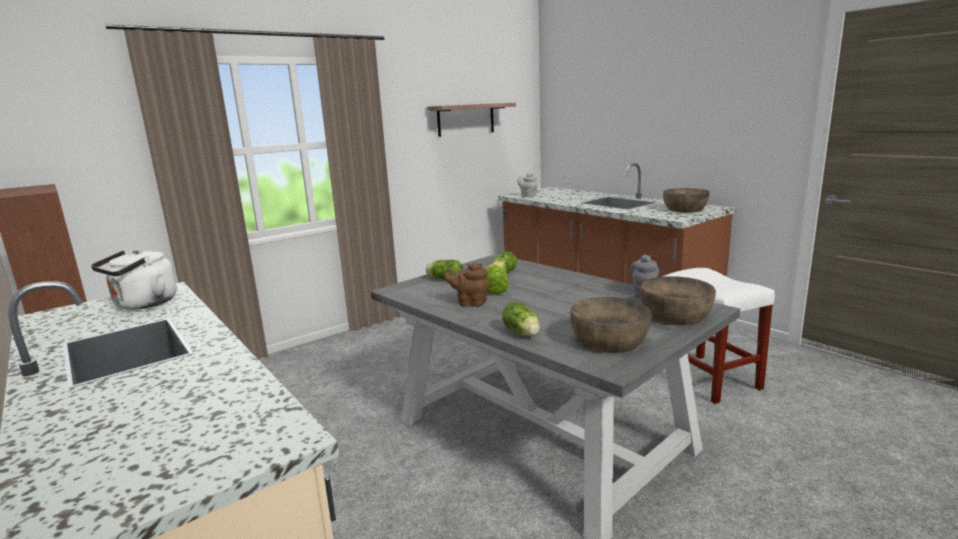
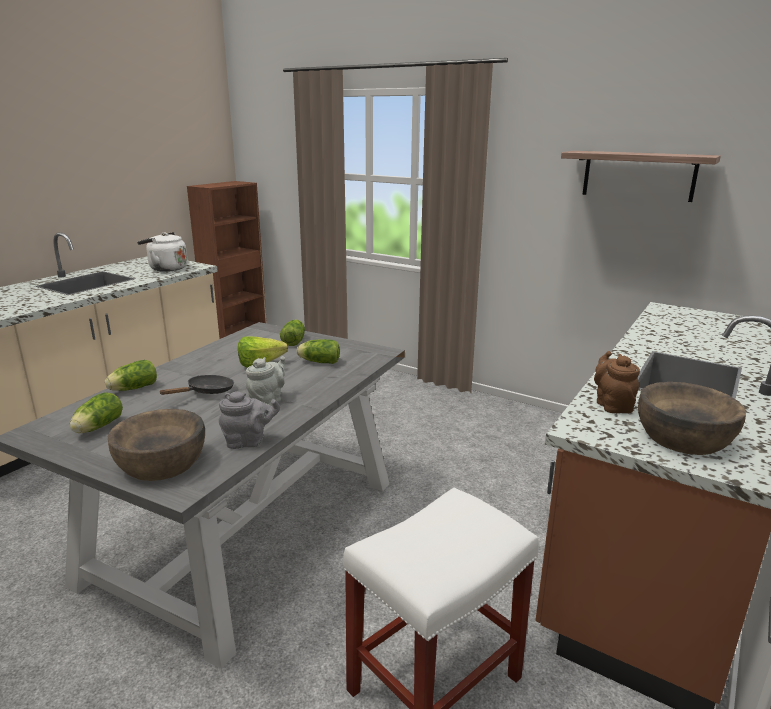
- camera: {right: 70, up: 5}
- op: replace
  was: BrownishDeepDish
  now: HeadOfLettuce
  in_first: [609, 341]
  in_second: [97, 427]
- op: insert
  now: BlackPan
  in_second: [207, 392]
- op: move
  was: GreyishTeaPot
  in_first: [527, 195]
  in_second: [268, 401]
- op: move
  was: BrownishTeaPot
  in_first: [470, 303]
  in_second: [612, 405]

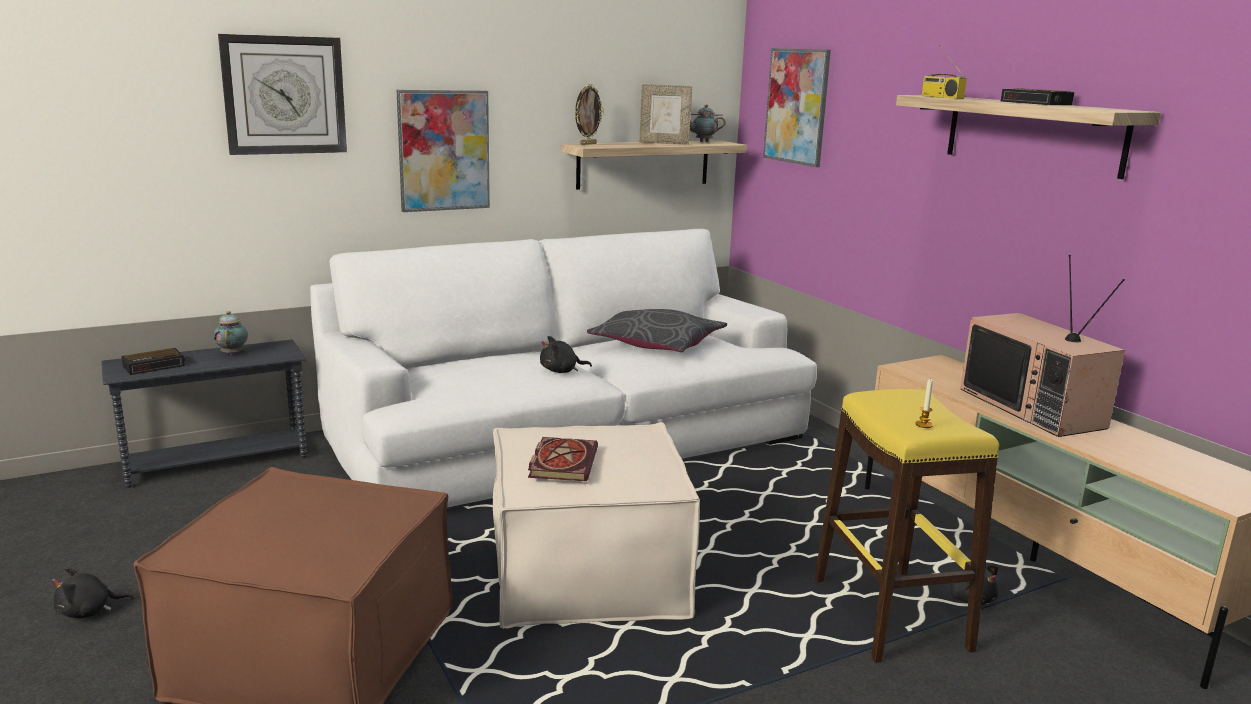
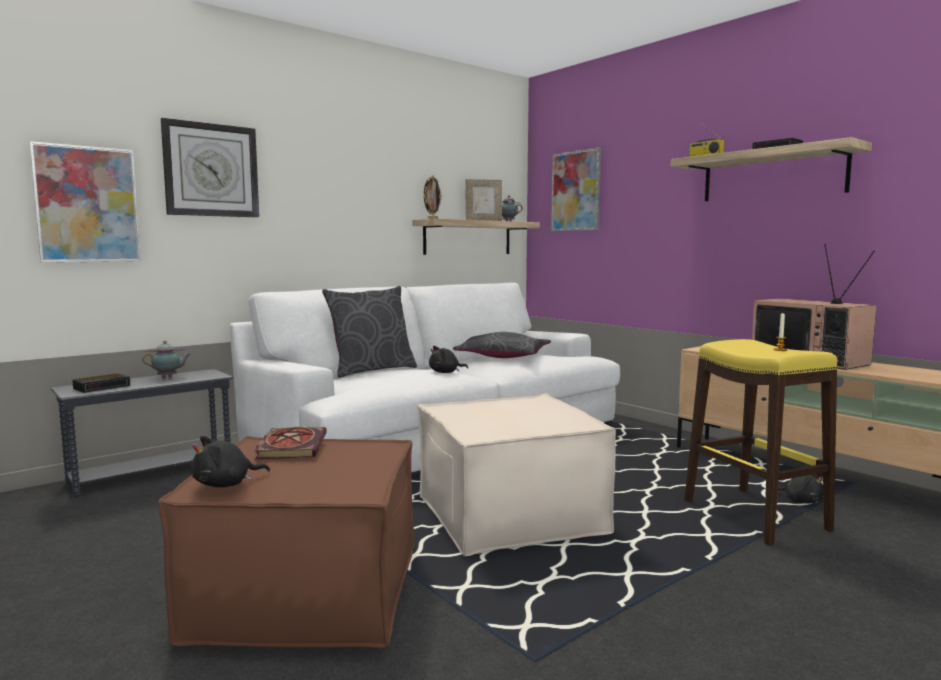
- camera: {right: -10, up: -10}
- op: move
  was: Picture
  in_first: [444, 150]
  in_second: [87, 204]
- op: rotate
  was: TeaPot
  in_first: [233, 353]
  in_second: [168, 377]
  clockwise: 90
- op: move
  was: BlackSoftToy
  in_first: [88, 611]
  in_second: [226, 484]
- op: move
  was: Volume
  in_first: [562, 462]
  in_second: [291, 446]
- op: insert
  now: GreyishCushion
  in_second: [371, 370]

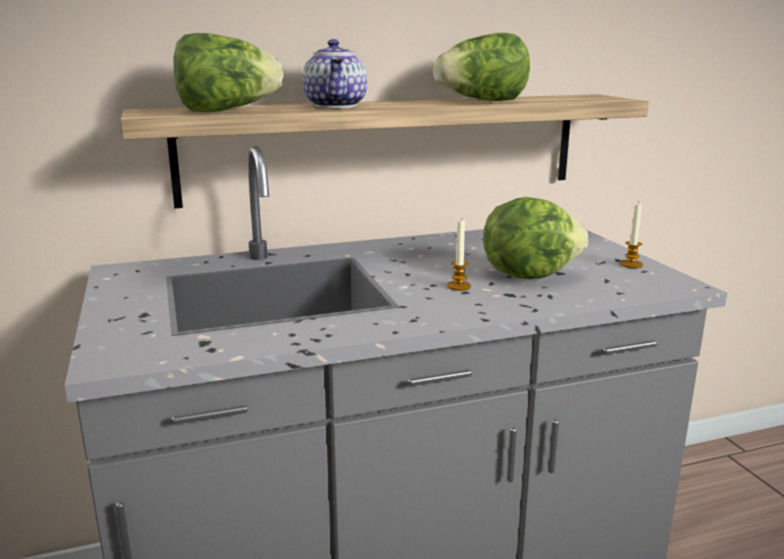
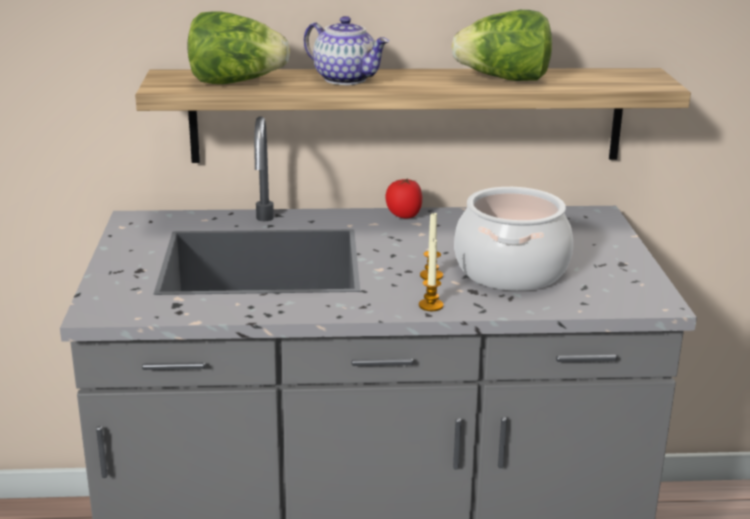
- camera: {right: 15, up: 5}
- op: rotate
  was: TeaPot
  in_first: [337, 106]
  in_second: [347, 79]
  clockwise: -60
- op: insert
  now: Tomato
  in_second: [403, 216]
- op: move
  was: Candle
  in_first: [631, 264]
  in_second: [431, 305]
- op: replace
  was: HeadOfLettuce
  now: CookingPot
  in_first: [528, 274]
  in_second: [510, 270]

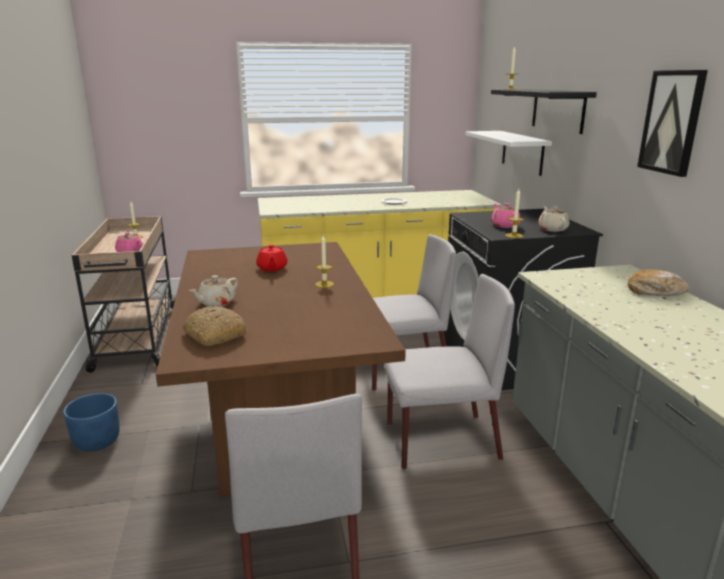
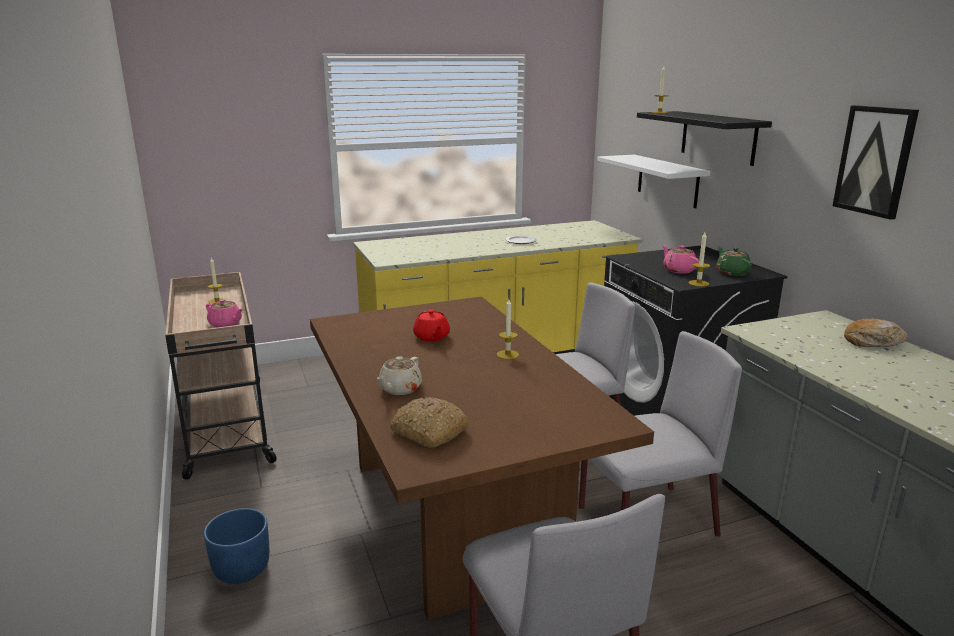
- camera: {right: -10, up: 0}
- op: recolor
  was: BeigeColouredTeaPot
  now: GreenishTeaPot
  in_first: [552, 229]
  in_second: [732, 272]

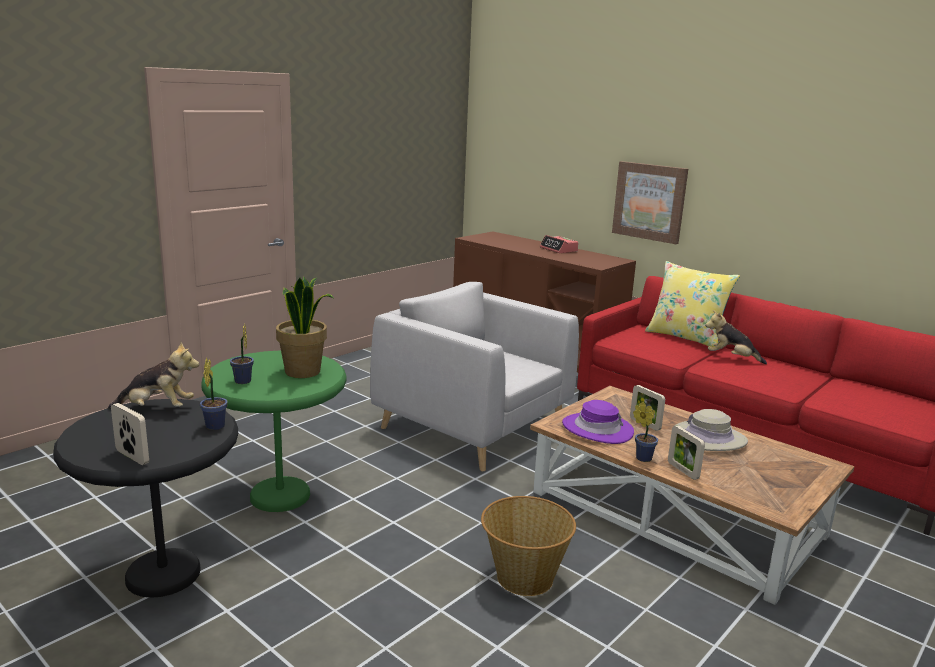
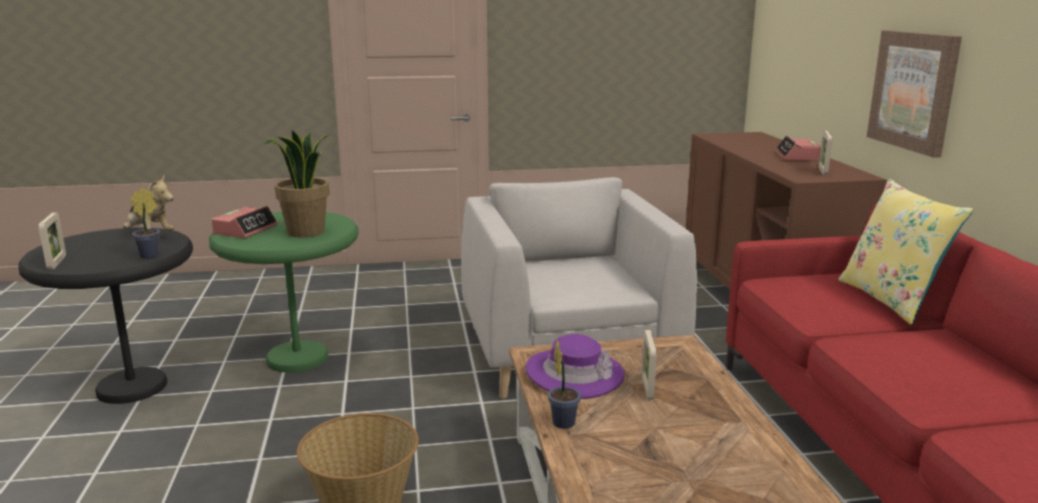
- camera: {right: 40, up: 0}
- op: replace
  was: Houseplant
  now: AlarmClock
  in_first: [243, 382]
  in_second: [246, 230]
- op: move
  was: PhotoFrame
  in_first: [683, 470]
  in_second: [823, 171]
- op: delete
  was: BeigeColouredWearableHat
  in_first: [709, 438]
- op: delete
  was: SoftToy
  in_first: [731, 358]

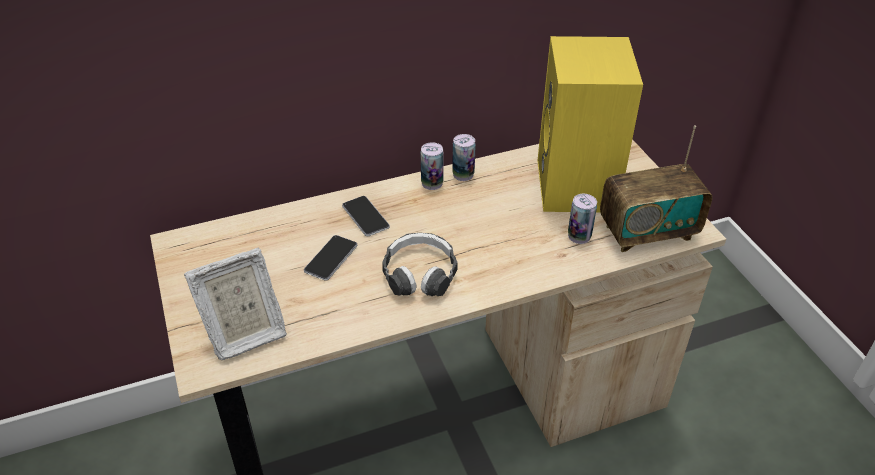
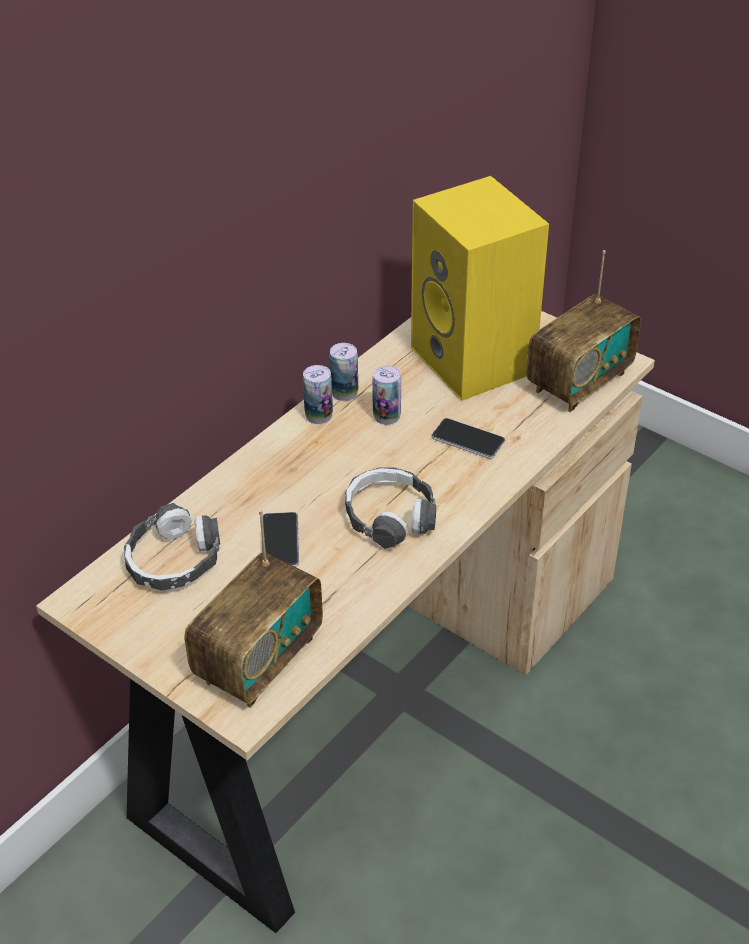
- camera: {right: -30, up: 0}
- op: insert
  now: PairOfHeadphones
  in_second: [173, 560]
- op: replace
  was: PhotoFrame
  now: Radio
  in_first: [244, 334]
  in_second: [258, 659]
- op: move
  was: MetalCan
  in_first: [579, 236]
  in_second: [386, 416]
- op: move
  was: Phone
  in_first: [365, 217]
  in_second: [468, 439]

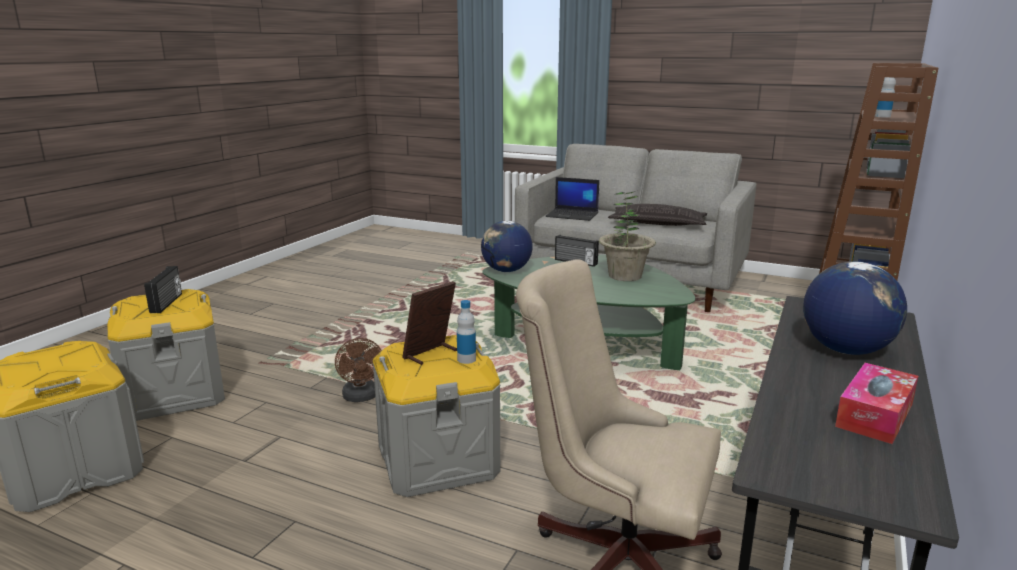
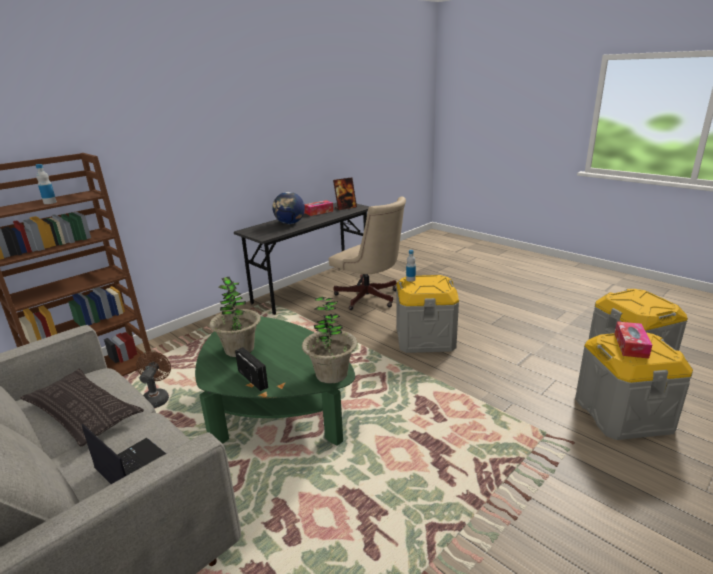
- camera: {right: -160, up: 5}
- op: move
  was: BrownishElectricFan
  in_first: [361, 397]
  in_second: [157, 398]
- op: replace
  was: Globe
  now: Houseplant
  in_first: [506, 271]
  in_second: [331, 374]
- op: move
  was: PhotoFrame
  in_first: [430, 354]
  in_second: [345, 208]
- op: replace
  was: Radio
  now: TissueBox
  in_first: [167, 303]
  in_second: [631, 345]

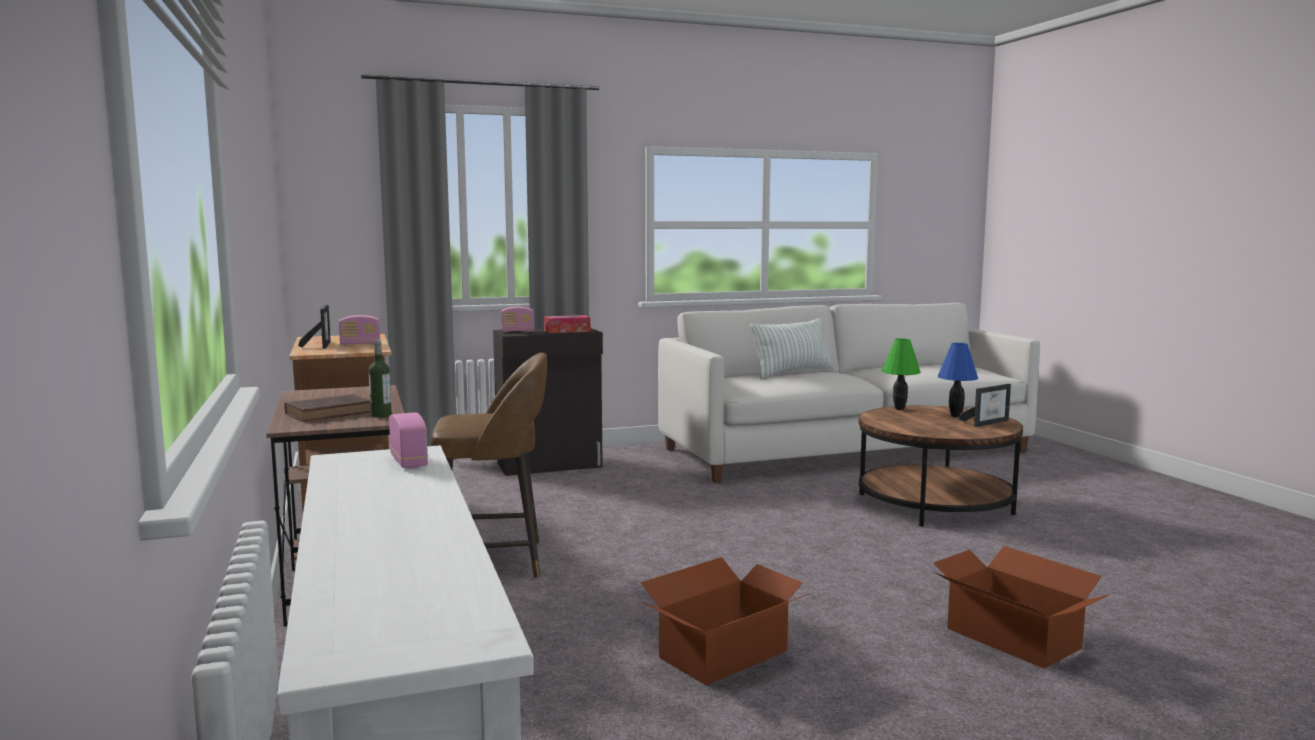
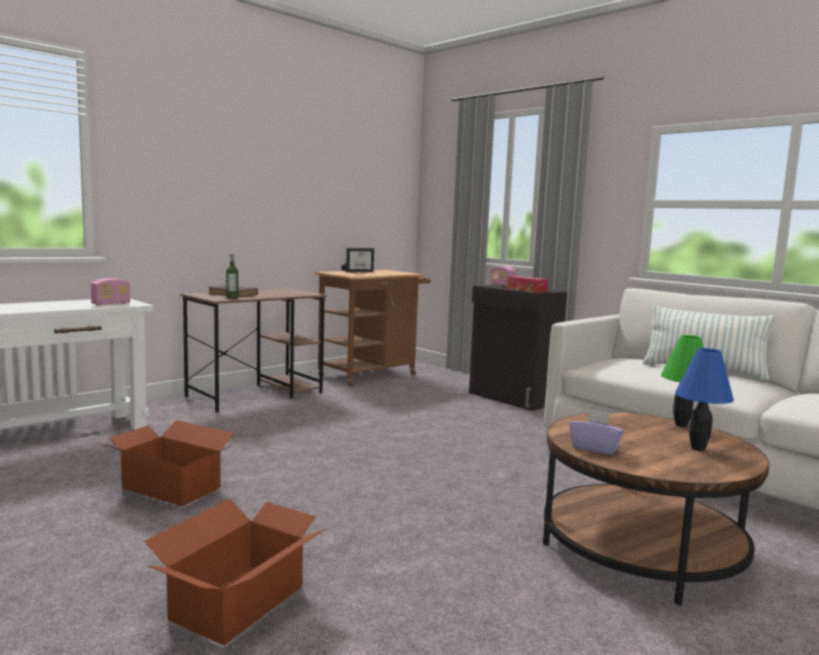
- camera: {right: 65, up: 0}
- op: insert
  now: PurpleColouredTissueBox
  in_second: [595, 448]
- op: delete
  was: Radio
  in_first: [360, 344]
- op: delete
  was: BrownishStool
  in_first: [493, 561]
- op: delete
  was: PhotoFrame
  in_first: [987, 422]

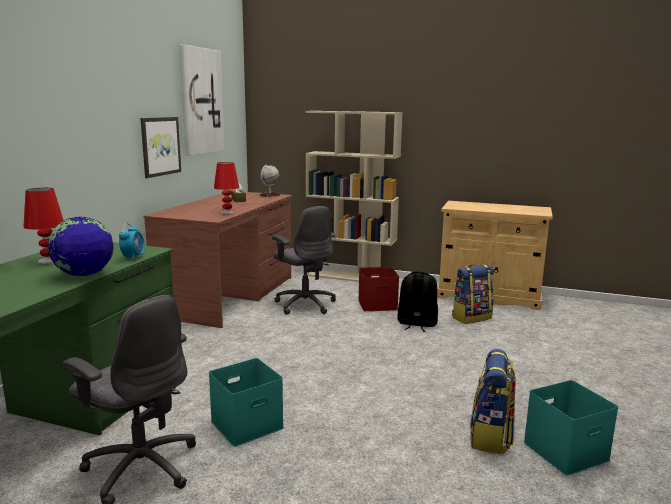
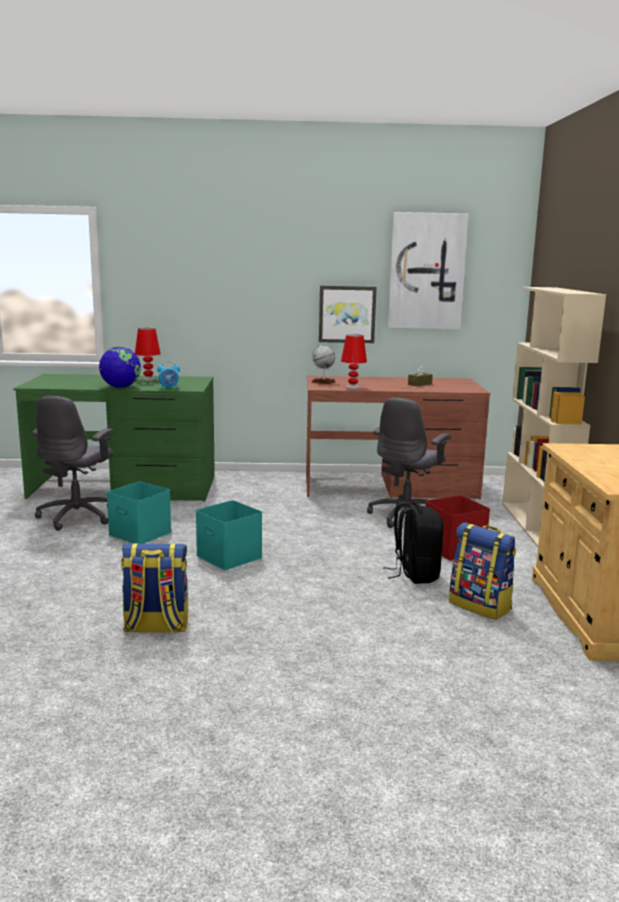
- camera: {right: 70, up: 0}
- op: move
  was: TurquoiseStorageBin
  in_first: [565, 450]
  in_second: [230, 556]
- op: move
  was: Globe
  in_first: [270, 195]
  in_second: [323, 382]

